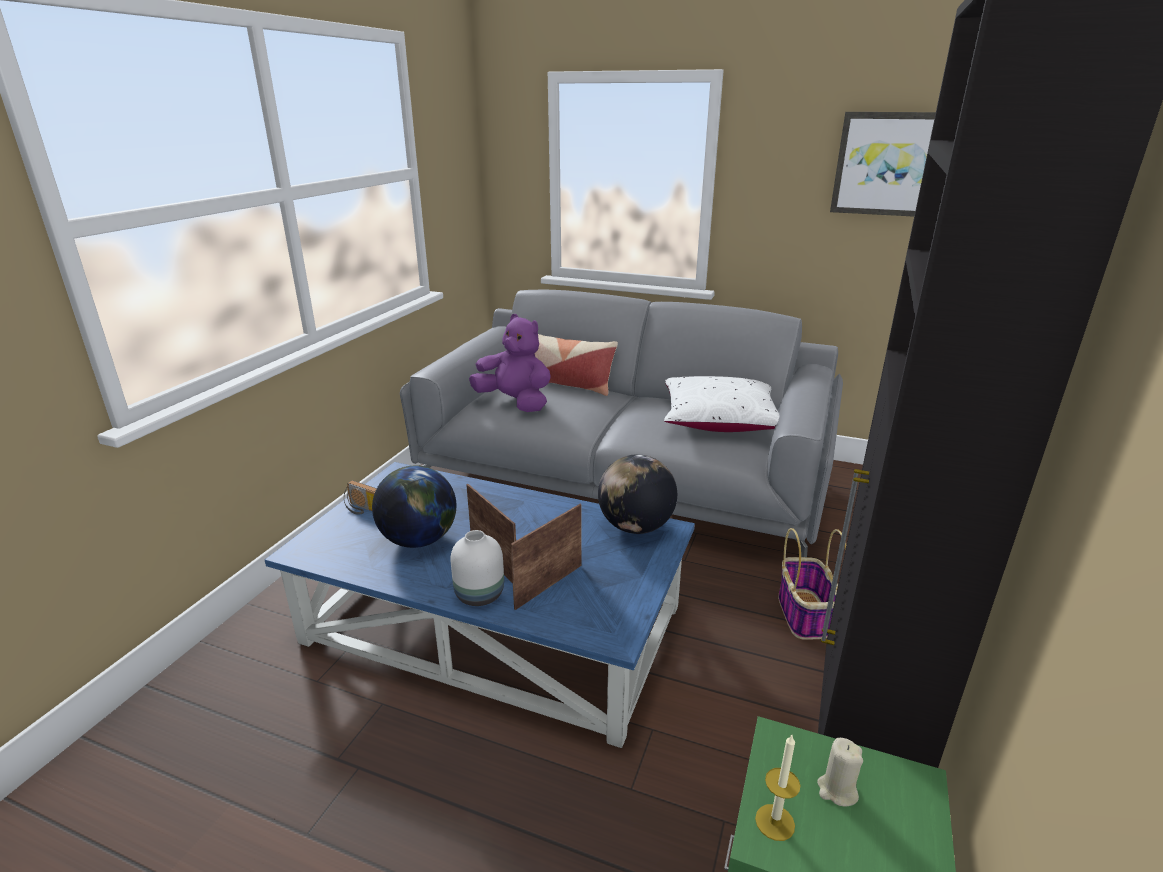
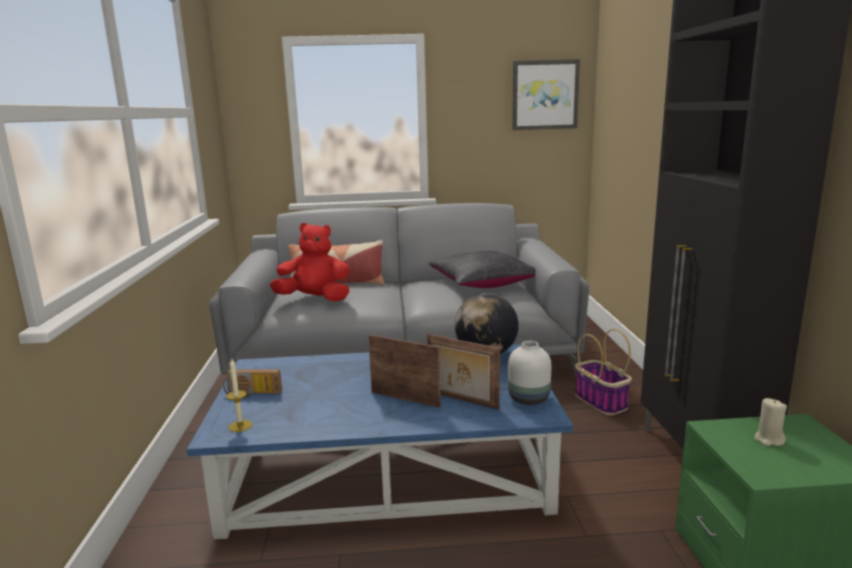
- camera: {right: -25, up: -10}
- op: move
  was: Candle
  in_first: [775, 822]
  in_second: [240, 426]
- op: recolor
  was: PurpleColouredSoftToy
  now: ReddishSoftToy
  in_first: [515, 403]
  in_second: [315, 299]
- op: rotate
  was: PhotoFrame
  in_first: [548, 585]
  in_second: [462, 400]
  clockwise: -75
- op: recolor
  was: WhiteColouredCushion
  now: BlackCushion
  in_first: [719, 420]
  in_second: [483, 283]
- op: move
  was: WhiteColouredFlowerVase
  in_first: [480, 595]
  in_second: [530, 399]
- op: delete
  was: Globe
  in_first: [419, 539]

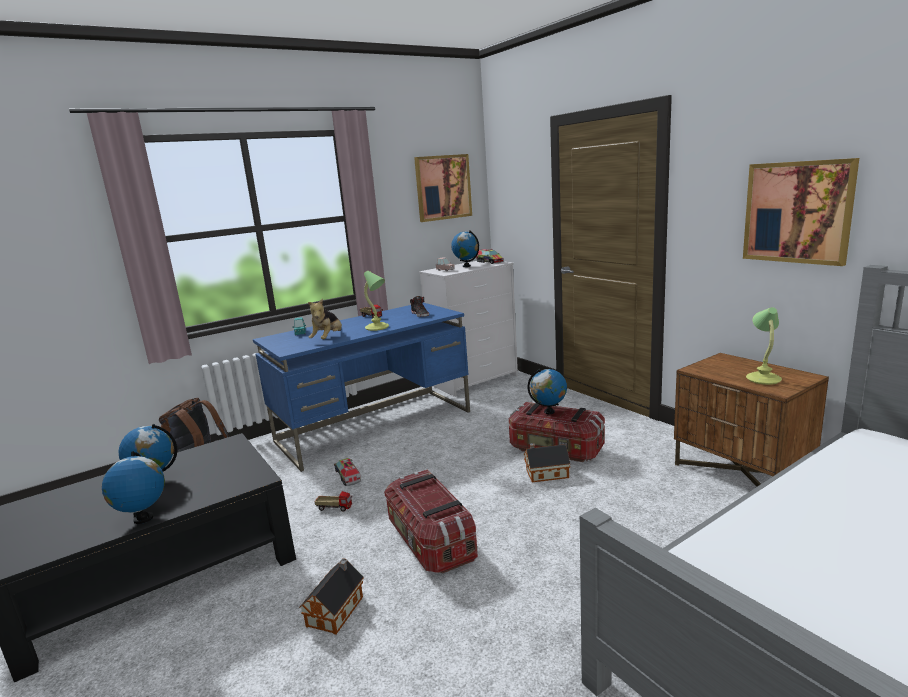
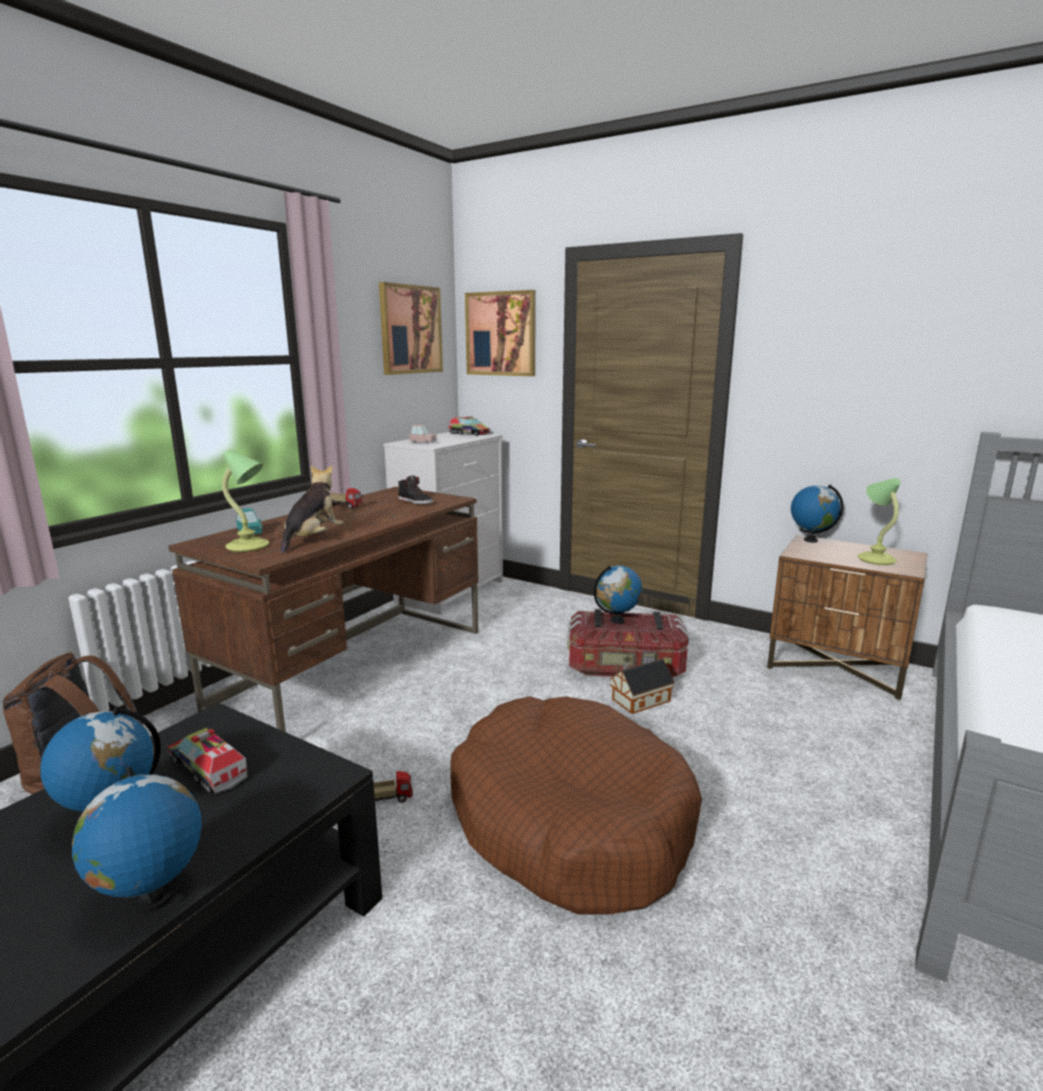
- camera: {right: -25, up: 0}
- op: move
  was: ModelTruck
  in_first: [347, 476]
  in_second: [208, 769]
- op: recolor
  was: BlueDeskUnit
  now: BrownishDeskUnit
  in_first: [375, 426]
  in_second: [356, 667]
- op: move
  was: TableLamp
  in_first: [377, 328]
  in_second: [249, 547]
- op: rotate
  was: SoftToy
  in_first: [328, 339]
  in_second: [312, 539]
  clockwise: -150
- op: replace
  was: StorageBin
  now: BrownishPetBed
  in_first: [430, 541]
  in_second: [569, 821]
- op: move
  was: Picture
  in_first: [797, 212]
  in_second: [501, 334]
- op: move
  was: Globe
  in_first: [466, 266]
  in_second: [810, 540]
- op: delete
  was: ToyHouse
  in_first: [337, 609]

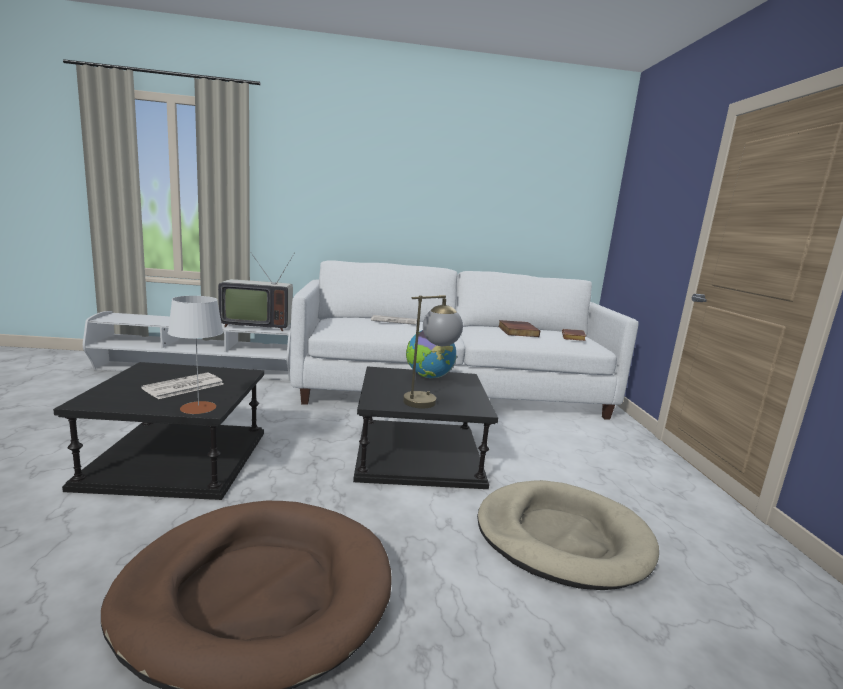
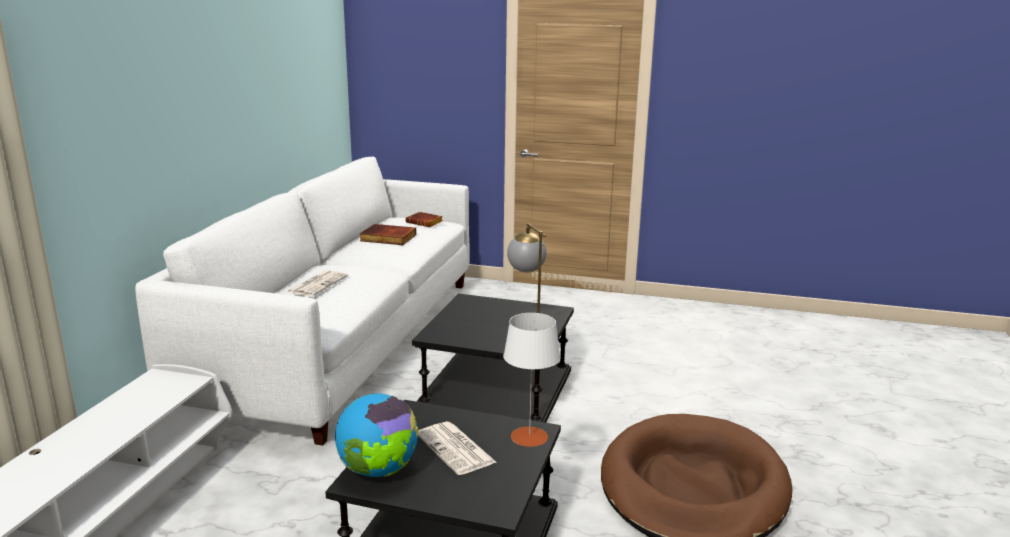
- camera: {right: -70, up: 5}
- op: move
  was: Globe
  in_first: [428, 377]
  in_second: [378, 471]
- op: delete
  was: Tv
  in_first: [256, 325]
- op: delete
  was: BeigeColouredPetBed
  in_first: [562, 537]

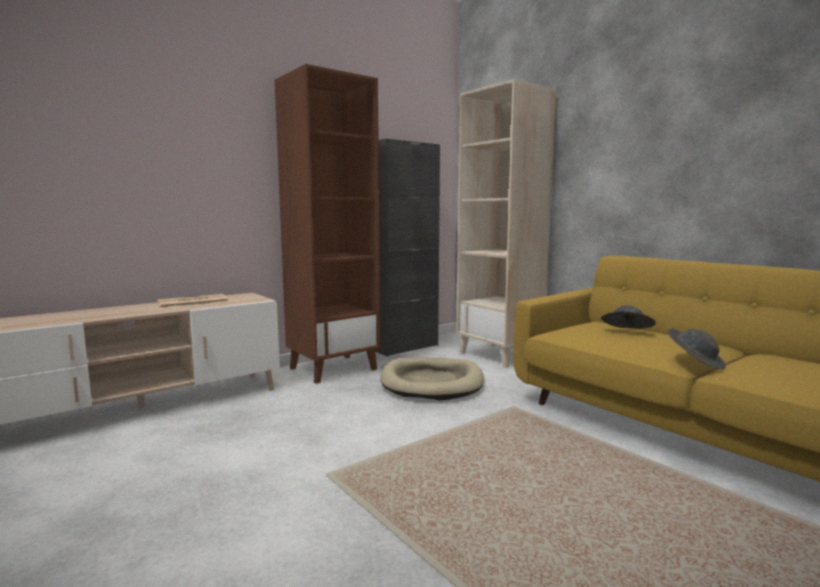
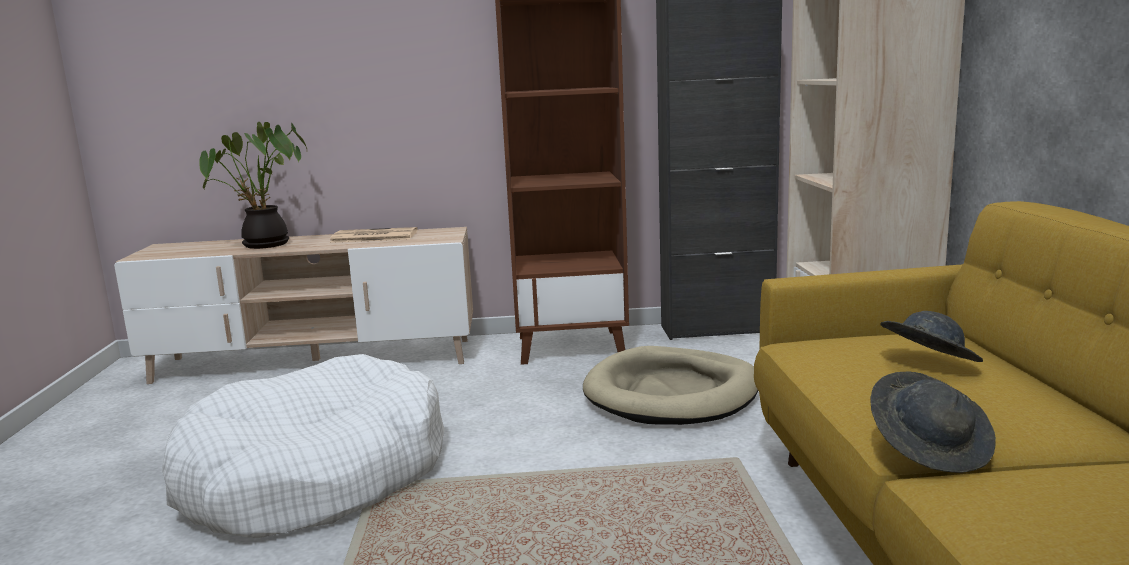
- camera: {right: 35, up: 5}
- op: insert
  now: WhiteColouredPetBed
  in_second: [315, 476]
- op: insert
  now: Houseplant
  in_second: [264, 245]

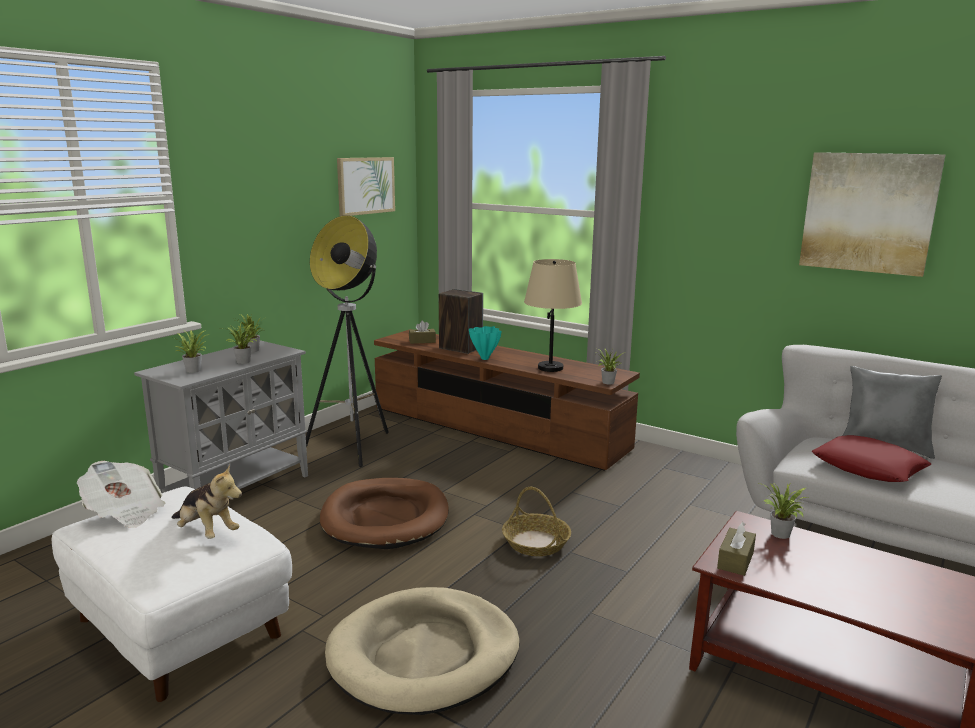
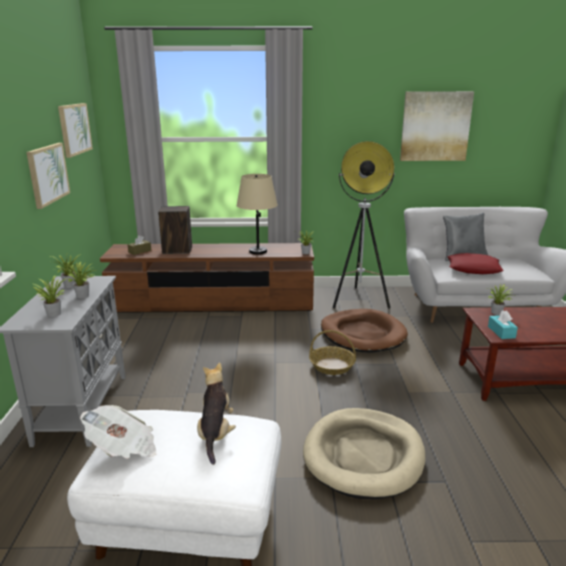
- camera: {right: -35, up: 5}
- op: insert
  now: Picture
  in_second: [48, 174]
- op: rotate
  was: SoftToy
  in_first: [207, 532]
  in_second: [216, 433]
  clockwise: -90
- op: move
  was: BrownishPetBed
  in_first: [385, 518]
  in_second: [362, 334]
- op: move
  was: StandardLamp
  in_first: [353, 447]
  in_second: [359, 300]
- op: recolor
  was: BrownishTissueBox
  now: TurquoiseTissueBox
  in_first: [735, 560]
  in_second: [501, 332]
- op: delete
  was: TurquoiseFlowerVase
  in_first: [484, 359]

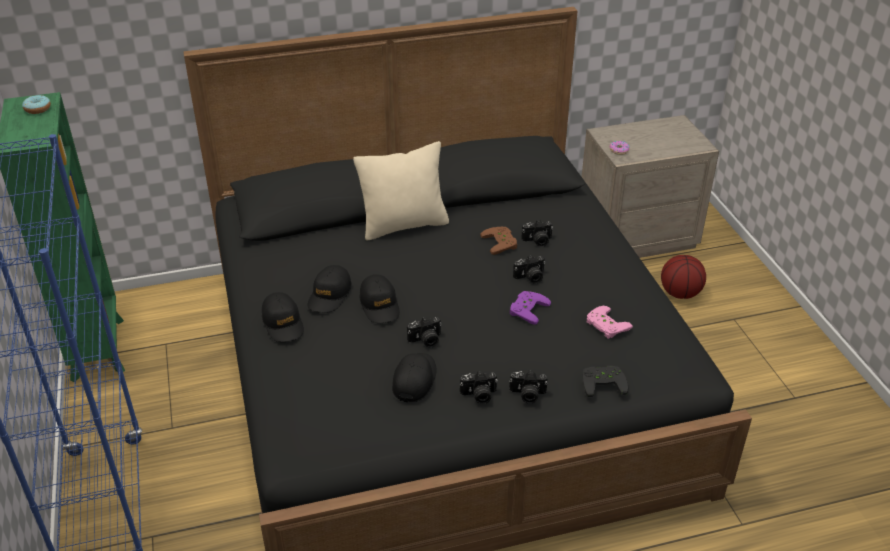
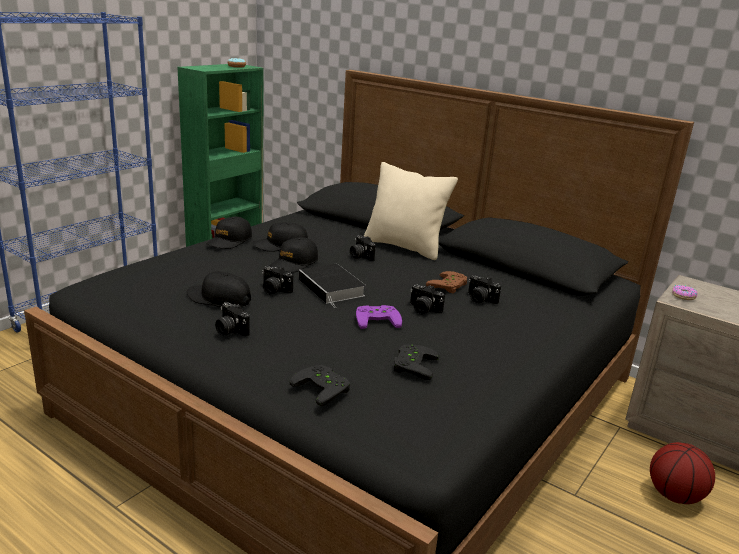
- camera: {right: 50, up: -15}
- op: rotate
  was: BlackPeakedCap
  in_first: [414, 380]
  in_second: [219, 299]
  clockwise: -135
- op: insert
  now: Volume
  in_second: [332, 288]
- op: move
  was: PhotoCamera
  in_first: [527, 395]
  in_second: [360, 256]
- op: recolor
  was: PinkColouredGameController
  now: BlackGameController
  in_first: [605, 326]
  in_second: [412, 364]

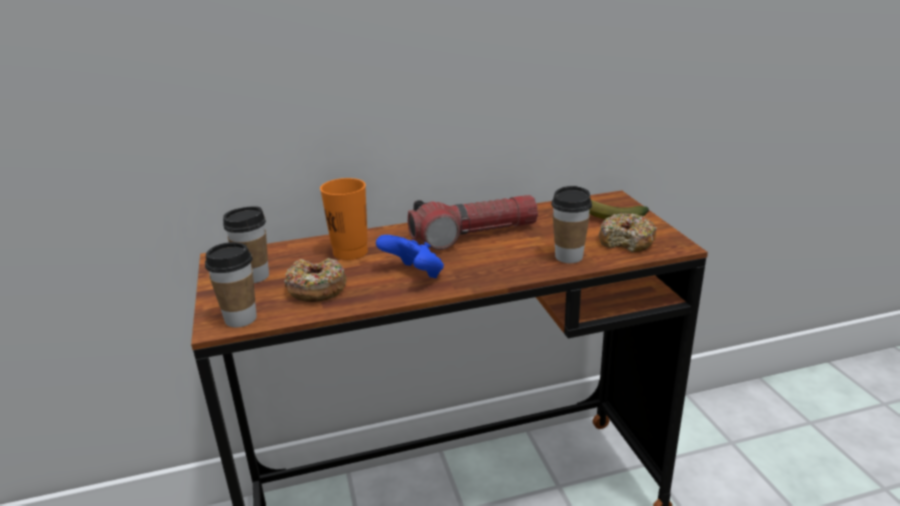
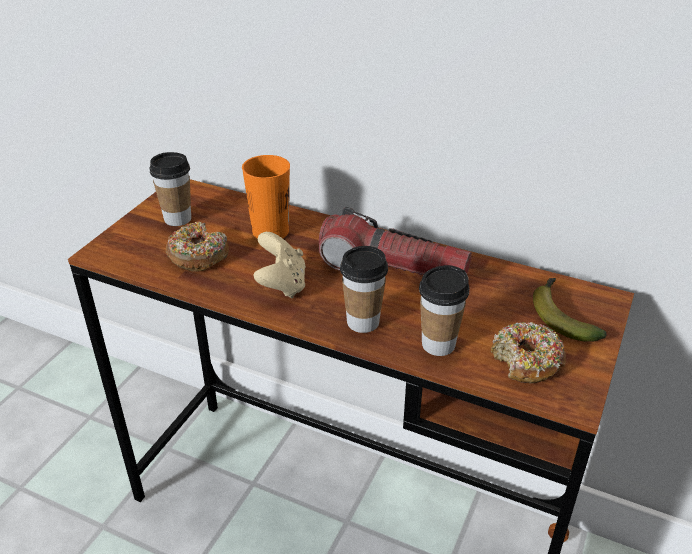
- camera: {right: 40, up: 10}
- op: recolor
  was: BlueGameController
  now: BeigeColouredGameController
  in_first: [414, 275]
  in_second: [282, 284]
- op: move
  was: DrinkingCup
  in_first: [240, 319]
  in_second: [363, 322]

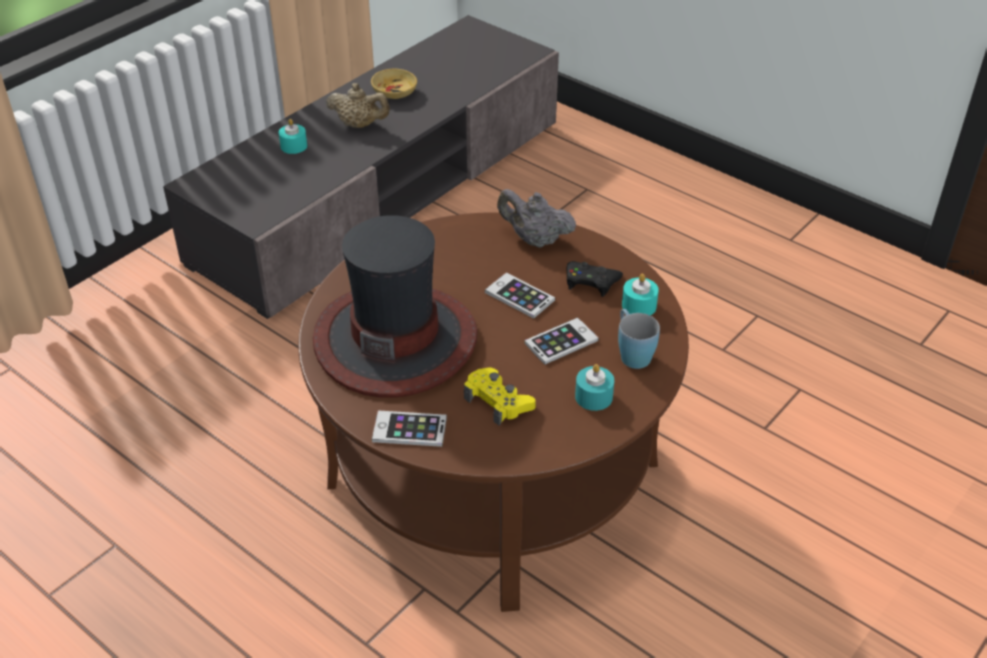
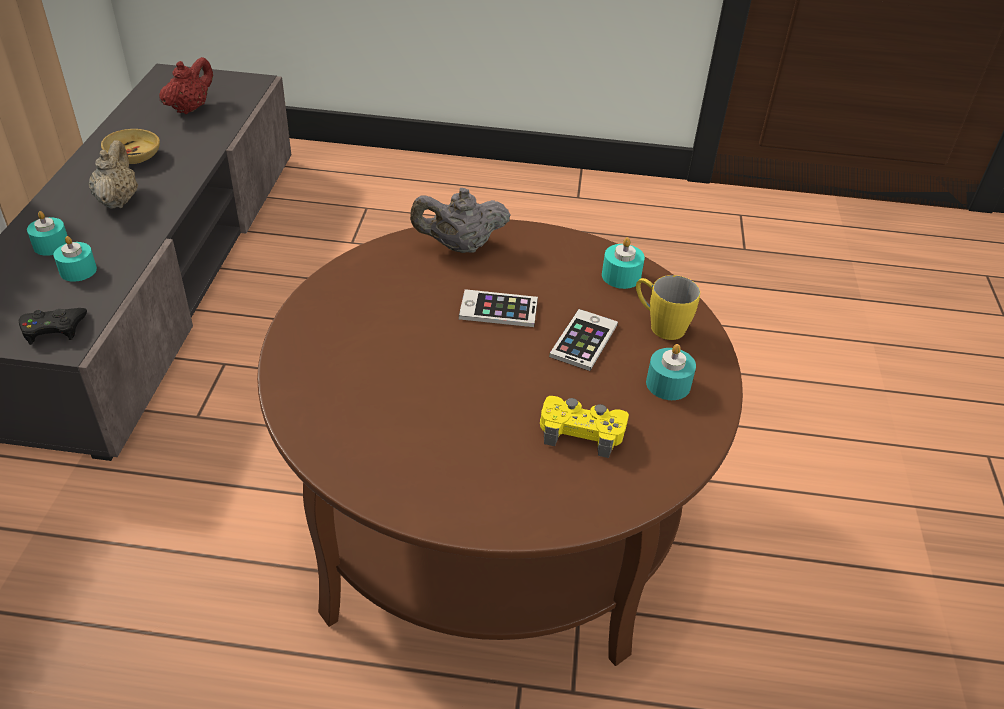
- camera: {right: -35, up: 0}
- op: move
  was: BlackGameController
  in_first: [591, 282]
  in_second: [53, 329]
- op: insert
  now: TurquoiseCandle
  in_second: [78, 270]
- op: rotate
  was: BeigeColouredTeaPot
  in_first: [359, 125]
  in_second: [118, 200]
  clockwise: -75
- op: insert
  now: ReddishTeaPot
  in_second: [190, 108]
- op: recolor
  was: BlueTeaMug
  now: YellowTeaMug
  in_first: [632, 353]
  in_second: [659, 325]
- op: delete
  was: WearableHat
  in_first: [396, 339]
- op: delete
  was: Phone
  in_first: [409, 429]

